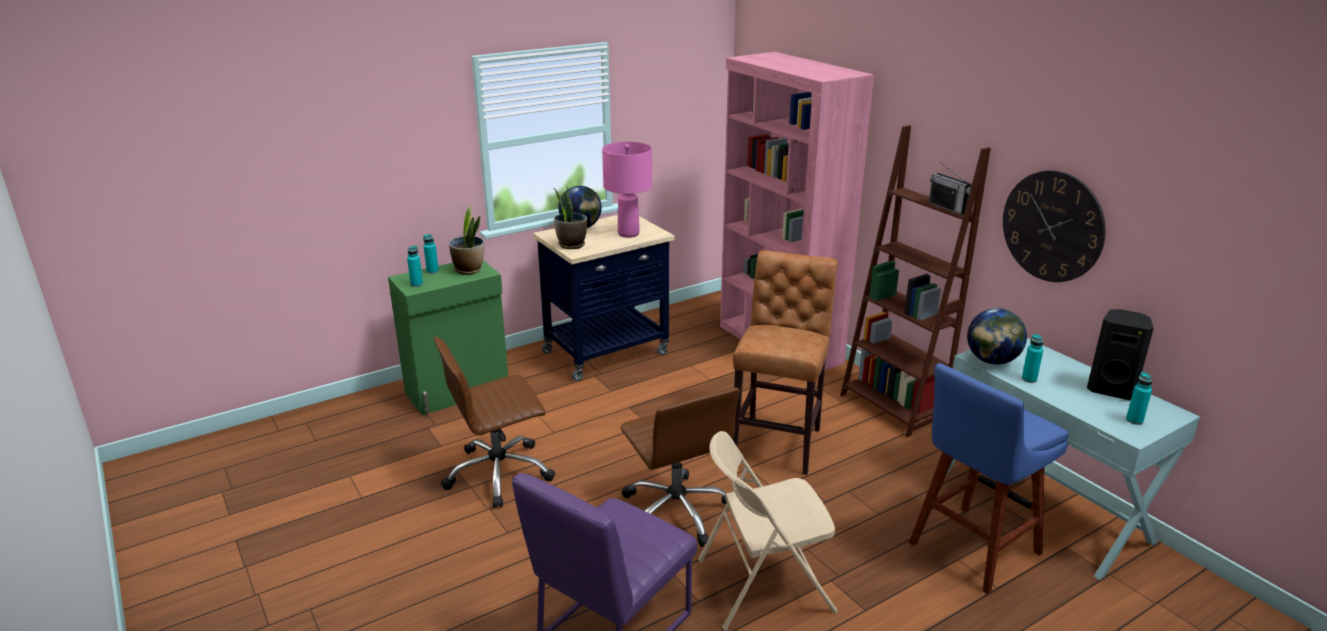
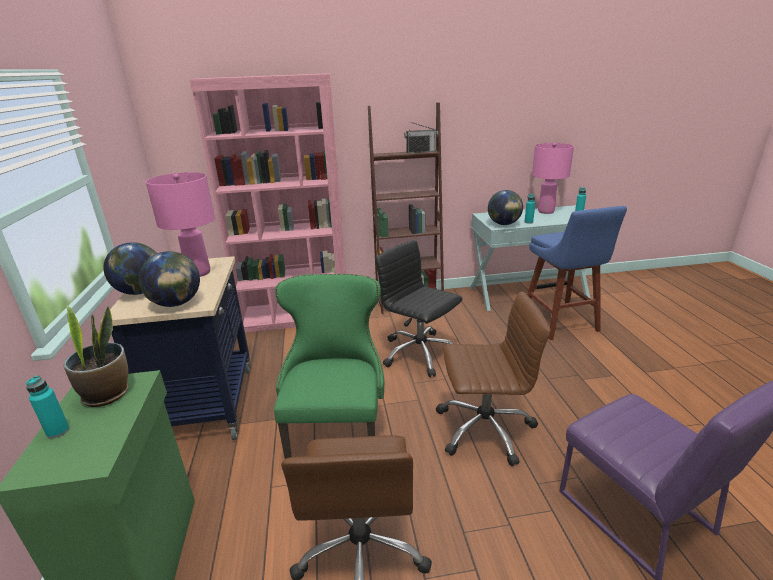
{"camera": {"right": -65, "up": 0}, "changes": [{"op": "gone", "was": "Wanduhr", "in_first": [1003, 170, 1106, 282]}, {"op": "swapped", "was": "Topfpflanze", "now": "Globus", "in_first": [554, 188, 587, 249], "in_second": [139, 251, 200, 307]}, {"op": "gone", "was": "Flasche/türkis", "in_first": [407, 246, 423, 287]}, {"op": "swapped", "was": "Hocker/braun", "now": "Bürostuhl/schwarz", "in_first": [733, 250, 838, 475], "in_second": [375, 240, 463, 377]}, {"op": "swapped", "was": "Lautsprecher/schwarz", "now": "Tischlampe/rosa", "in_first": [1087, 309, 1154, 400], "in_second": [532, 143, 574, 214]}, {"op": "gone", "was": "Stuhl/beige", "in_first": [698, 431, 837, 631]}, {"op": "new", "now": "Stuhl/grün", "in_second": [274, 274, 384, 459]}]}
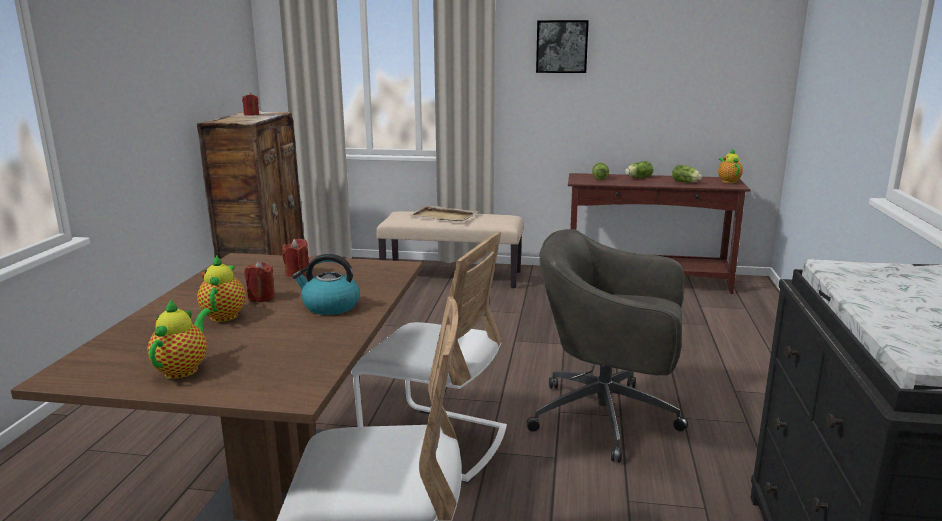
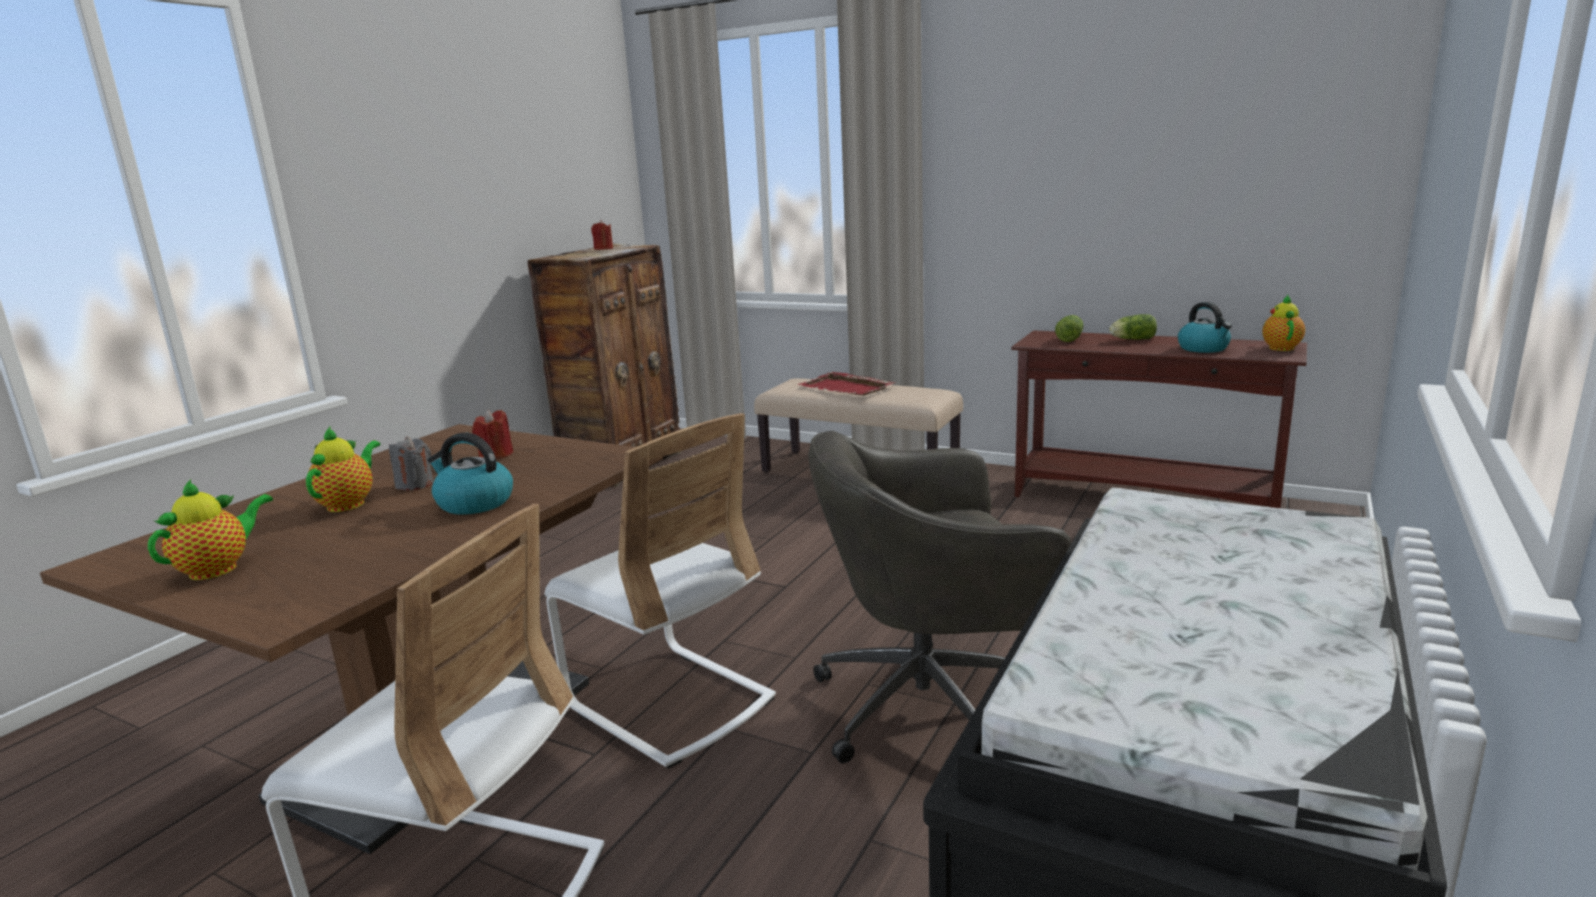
{"camera": {"right": 20, "up": 0}, "changes": [{"op": "gone", "was": "Bild", "in_first": [536, 20, 589, 73]}, {"op": "swapped", "was": "Salatkopf", "now": "Wasserkessel", "in_first": [672, 165, 702, 183], "in_second": [1178, 302, 1232, 353]}, {"op": "repainted", "was": "Tablett/beige", "now": "Tablett/rot", "in_first": [407, 206, 479, 221], "in_second": [797, 372, 896, 395]}, {"op": "rotated", "was": "Bürostuhl/grau", "in_first": [527, 229, 688, 463], "in_second": [808, 431, 1071, 764], "clockwise": -45}, {"op": "repainted", "was": "Kerze/rot", "now": "Kerze/grau", "in_first": [244, 261, 275, 302], "in_second": [389, 437, 433, 490]}]}
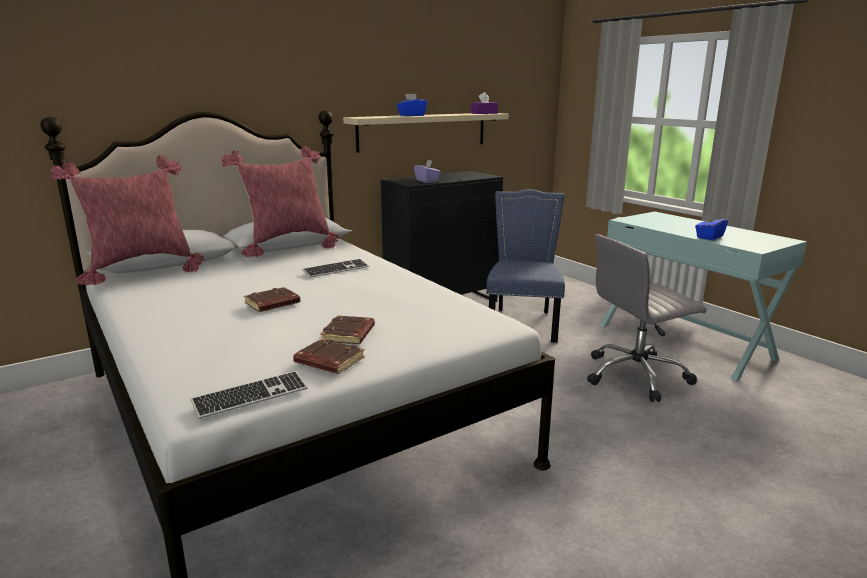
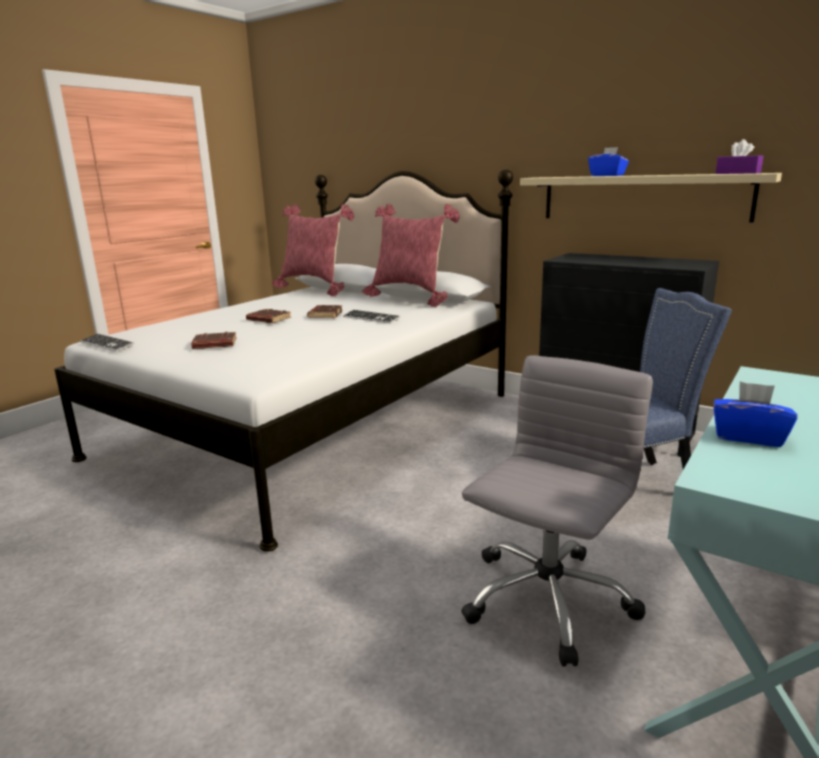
{"camera": {"right": 70, "up": 0}, "changes": [{"op": "gone", "was": "Taschentuchbox/lila", "in_first": [414, 159, 441, 183]}, {"op": "rotated", "was": "Bürostuhl/grau", "in_first": [587, 234, 707, 402], "in_second": [461, 355, 653, 667], "clockwise": 75}, {"op": "shifted", "was": "Buch/braun", "in_first": [293, 339, 365, 374], "in_second": [307, 305, 343, 318]}]}
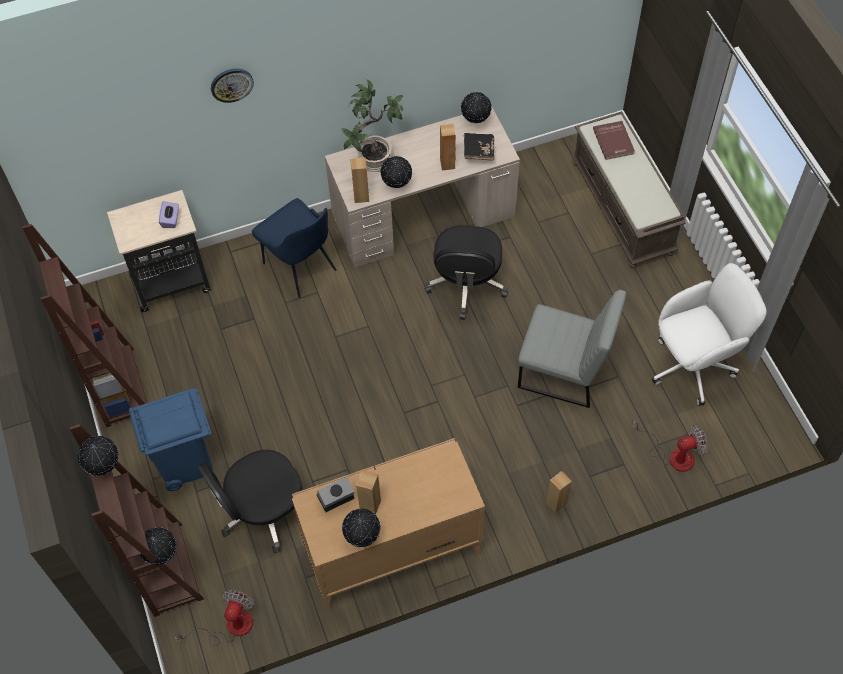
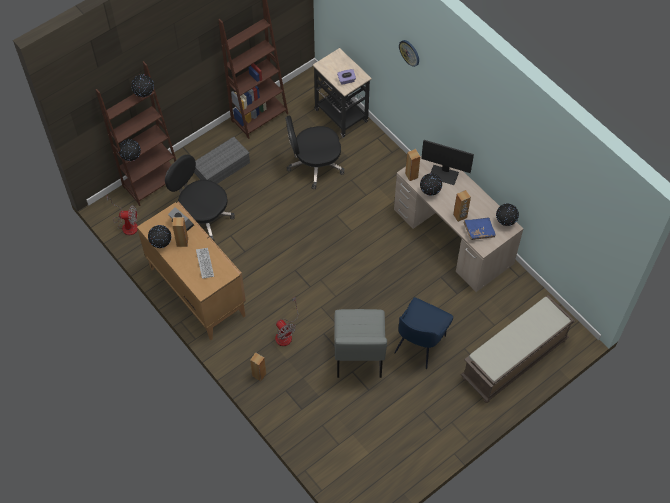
{"camera": {"right": 70, "up": 0}, "changes": [{"op": "swapped", "was": "Topfpflanze", "now": "Monitor", "in_first": [342, 79, 403, 172], "in_second": [421, 140, 474, 185]}, {"op": "gone", "was": "Buch/rot", "in_first": [593, 121, 635, 160]}, {"op": "repainted", "was": "Buch/schwarz", "now": "Buch/blau", "in_first": [464, 133, 494, 161], "in_second": [463, 217, 496, 240]}, {"op": "shifted", "was": "Stuhl/blau", "in_first": [252, 198, 336, 298], "in_second": [394, 297, 453, 369]}, {"op": "shifted", "was": "Bürostuhl/schwarz", "in_first": [424, 225, 508, 320], "in_second": [285, 115, 344, 189]}, {"op": "gone", "was": "Bürostuhl/weiß", "in_first": [652, 263, 767, 406]}, {"op": "swapped", "was": "Mülleimer/blau", "now": "Aufbewahrungsbox/grau", "in_first": [129, 388, 213, 491], "in_second": [194, 137, 250, 184]}, {"op": "shifted", "was": "Ventilator", "in_first": [632, 418, 708, 472], "in_second": [275, 297, 298, 346]}, {"op": "new", "now": "Tastatur", "in_second": [196, 248, 214, 279]}]}
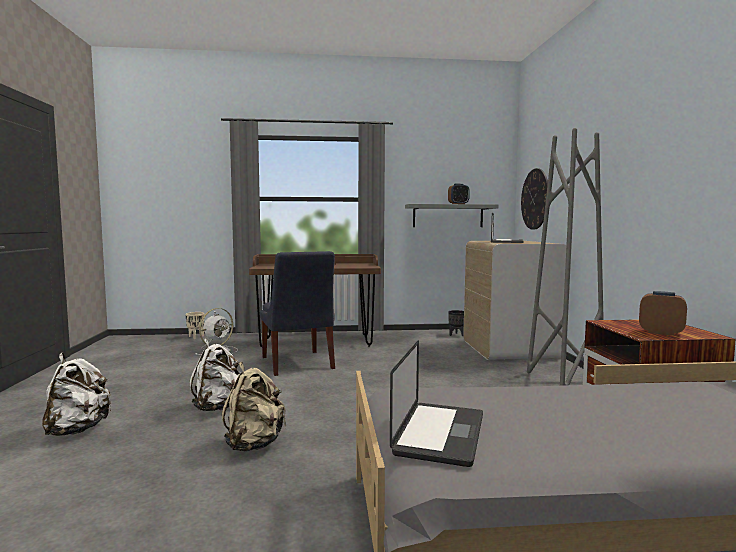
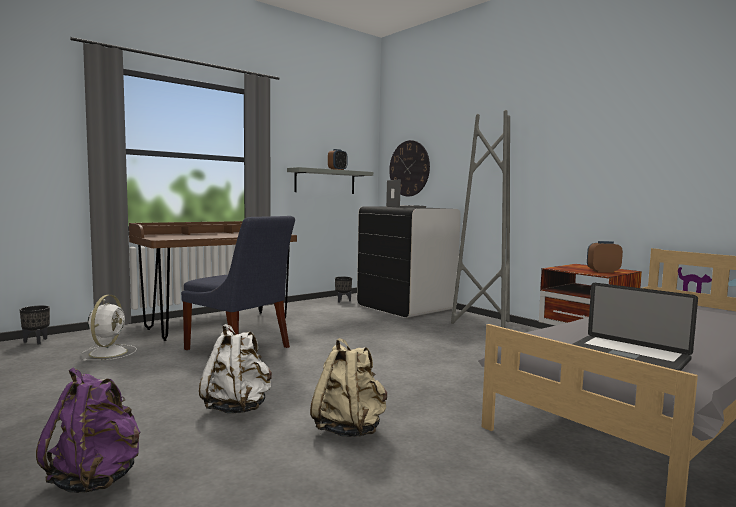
{"camera": {"right": -35, "up": 0}, "changes": [{"op": "repainted", "was": "Kommode/beige", "now": "Kommode/schwarz", "in_first": [463, 241, 566, 360], "in_second": [357, 206, 461, 318]}, {"op": "repainted", "was": "Pflanzkübel/beige", "now": "Pflanzkübel/schwarz", "in_first": [185, 312, 204, 339], "in_second": [20, 305, 50, 344]}, {"op": "rotated", "was": "Laptop", "in_first": [390, 340, 483, 467], "in_second": [572, 283, 698, 371], "clockwise": 150}, {"op": "repainted", "was": "Rucksack/weiß", "now": "Rucksack/lila", "in_first": [42, 353, 112, 436], "in_second": [36, 367, 141, 493]}]}
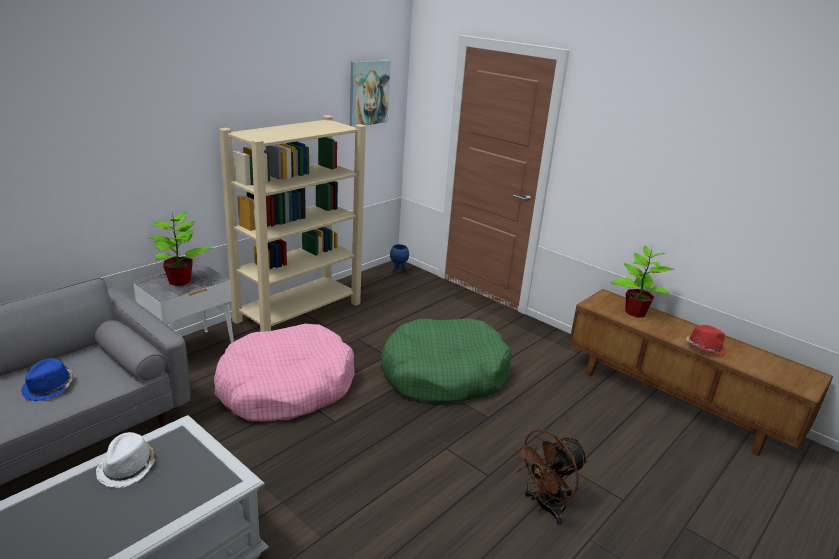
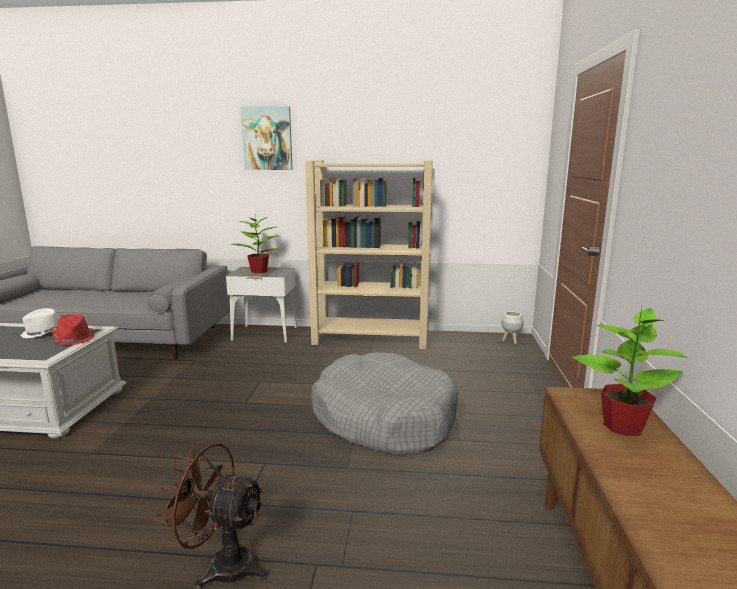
{"camera": {"right": 55, "up": -10}, "changes": [{"op": "shifted", "was": "Bild", "in_first": [350, 60, 391, 127], "in_second": [241, 106, 293, 170]}, {"op": "repainted", "was": "Pflanzkübel/blau", "now": "Pflanzkübel/weiß", "in_first": [390, 244, 409, 273], "in_second": [501, 311, 524, 344]}, {"op": "repainted", "was": "Hundebett/grün", "now": "Hundebett/grau", "in_first": [380, 318, 512, 404], "in_second": [311, 352, 459, 456]}, {"op": "gone", "was": "Hundebett/rosa", "in_first": [214, 324, 355, 421]}, {"op": "shifted", "was": "Hut/rot", "in_first": [686, 325, 726, 355], "in_second": [52, 314, 94, 345]}, {"op": "gone", "was": "Hut/blau", "in_first": [21, 358, 73, 402]}]}
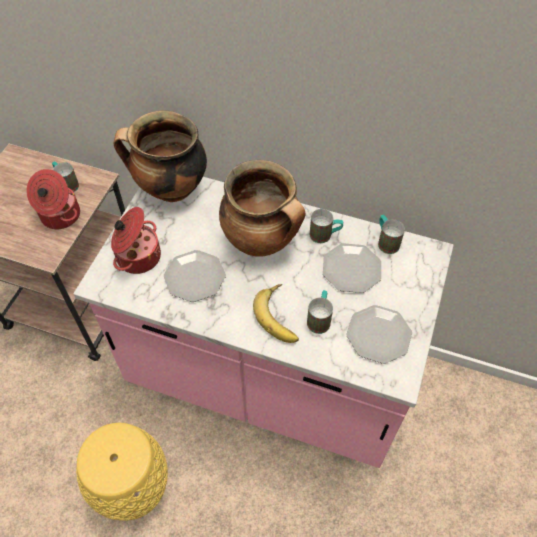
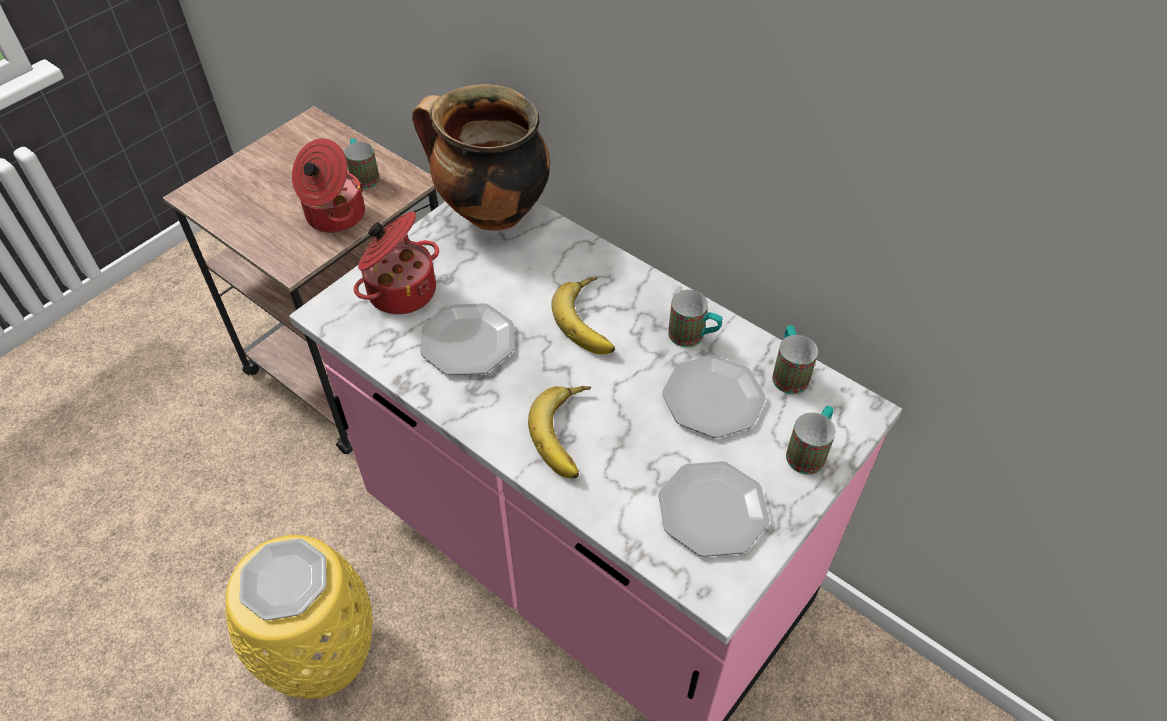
{"camera": {"right": 20, "up": -5}, "changes": [{"op": "swapped", "was": "Kochtopf", "now": "Banane", "in_first": [219, 160, 306, 257], "in_second": [551, 277, 615, 354]}, {"op": "shifted", "was": "Henkelbecher", "in_first": [307, 290, 333, 334], "in_second": [786, 406, 836, 475]}, {"op": "new", "now": "Teller", "in_second": [239, 539, 327, 621]}]}
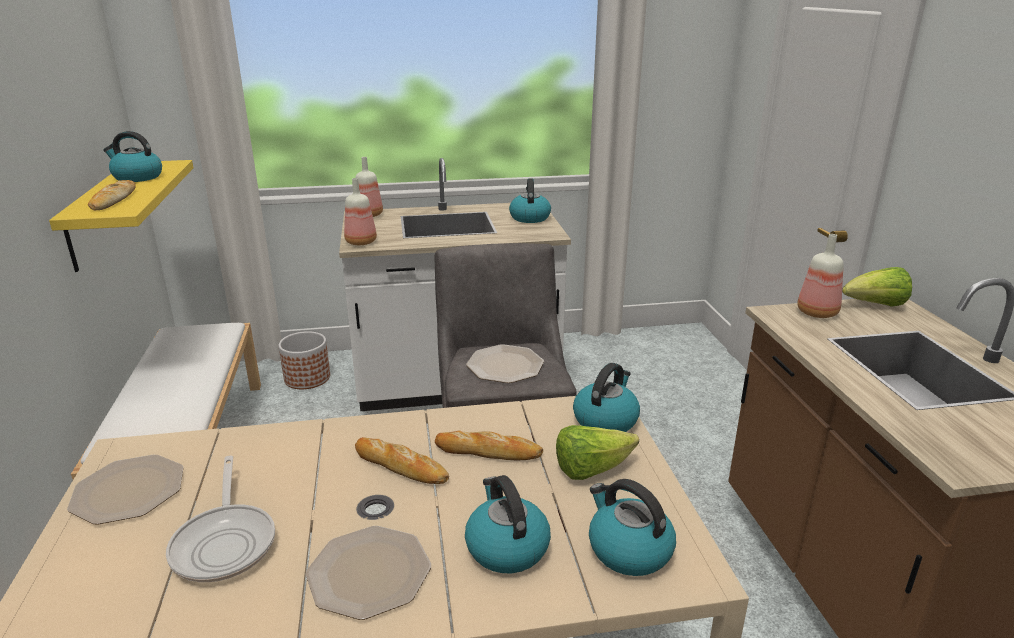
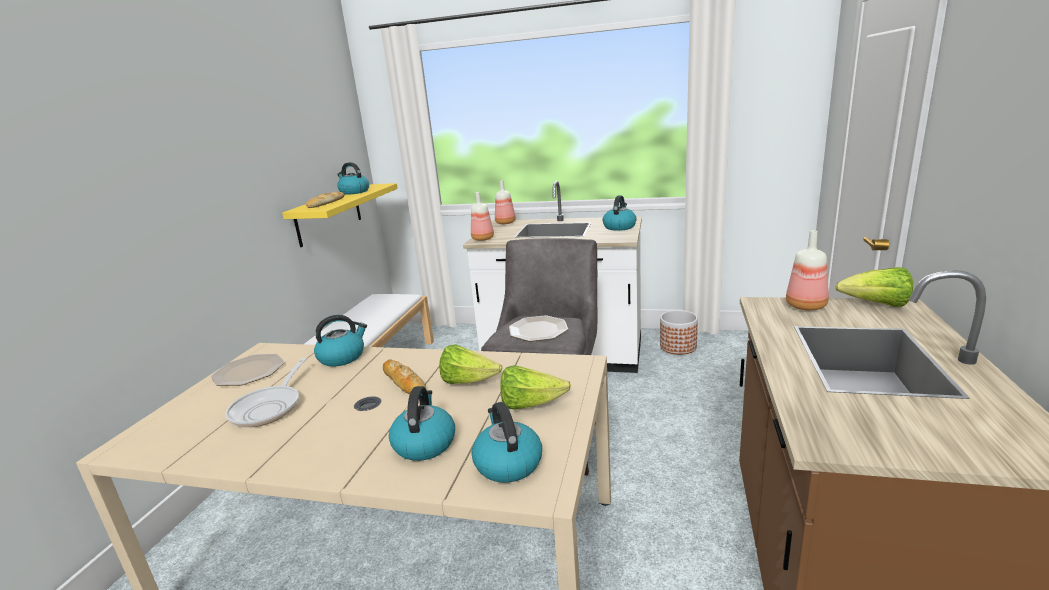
{"camera": {"right": 25, "up": -5}, "changes": [{"op": "shifted", "was": "Pflanzkübel", "in_first": [279, 331, 330, 389], "in_second": [660, 310, 698, 355]}, {"op": "shifted", "was": "Wasserkessel", "in_first": [573, 363, 640, 432], "in_second": [314, 315, 367, 367]}, {"op": "swapped", "was": "Brot", "now": "Salatkopf", "in_first": [435, 430, 543, 461], "in_second": [439, 344, 502, 384]}, {"op": "gone", "was": "Teller", "in_first": [306, 526, 431, 620]}]}
